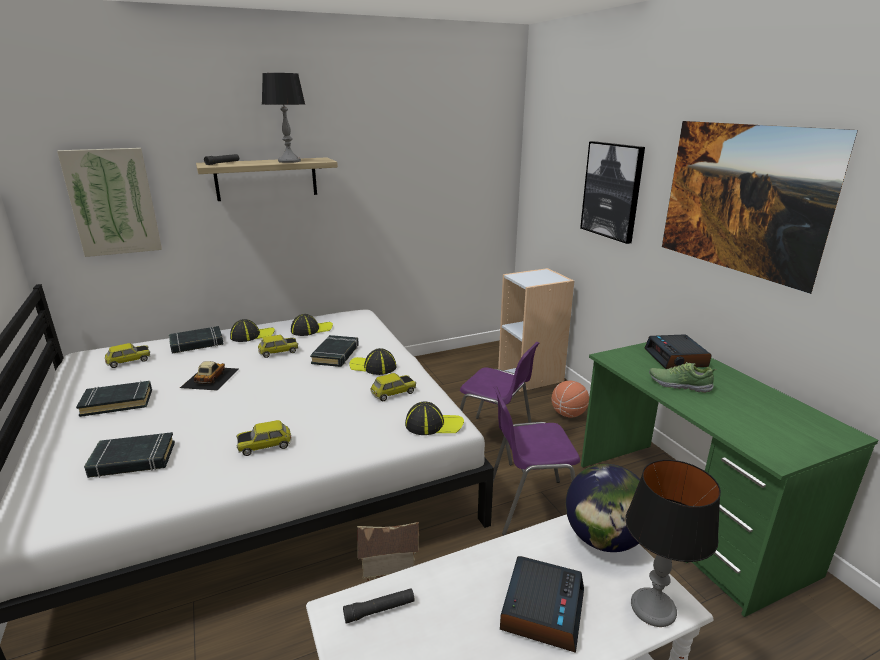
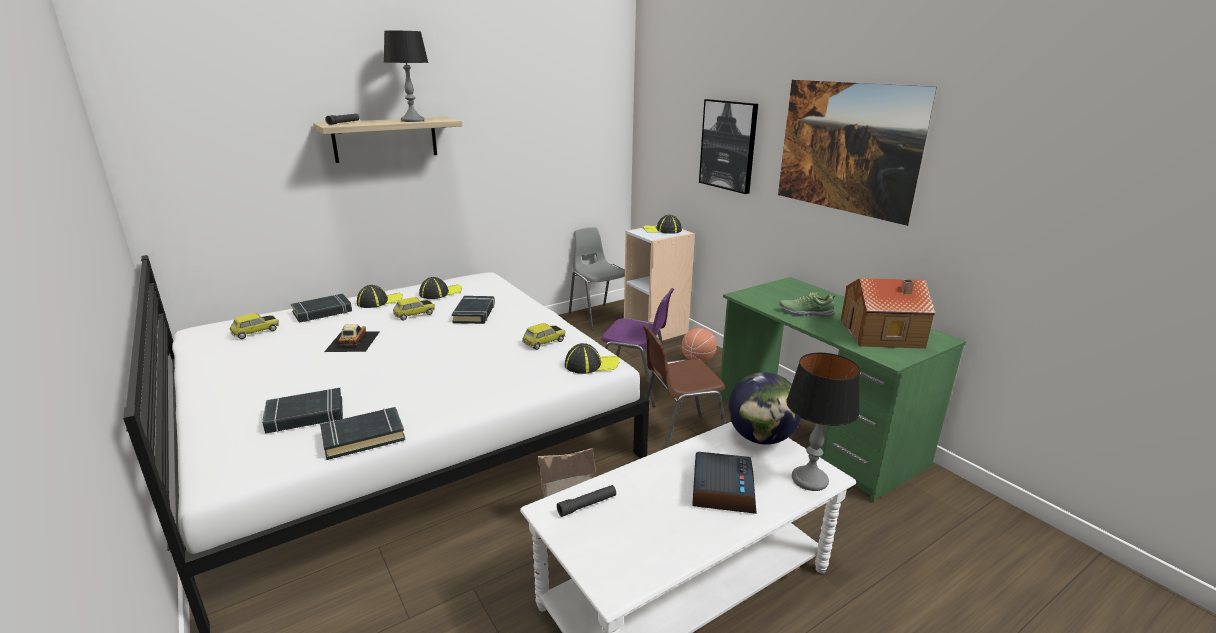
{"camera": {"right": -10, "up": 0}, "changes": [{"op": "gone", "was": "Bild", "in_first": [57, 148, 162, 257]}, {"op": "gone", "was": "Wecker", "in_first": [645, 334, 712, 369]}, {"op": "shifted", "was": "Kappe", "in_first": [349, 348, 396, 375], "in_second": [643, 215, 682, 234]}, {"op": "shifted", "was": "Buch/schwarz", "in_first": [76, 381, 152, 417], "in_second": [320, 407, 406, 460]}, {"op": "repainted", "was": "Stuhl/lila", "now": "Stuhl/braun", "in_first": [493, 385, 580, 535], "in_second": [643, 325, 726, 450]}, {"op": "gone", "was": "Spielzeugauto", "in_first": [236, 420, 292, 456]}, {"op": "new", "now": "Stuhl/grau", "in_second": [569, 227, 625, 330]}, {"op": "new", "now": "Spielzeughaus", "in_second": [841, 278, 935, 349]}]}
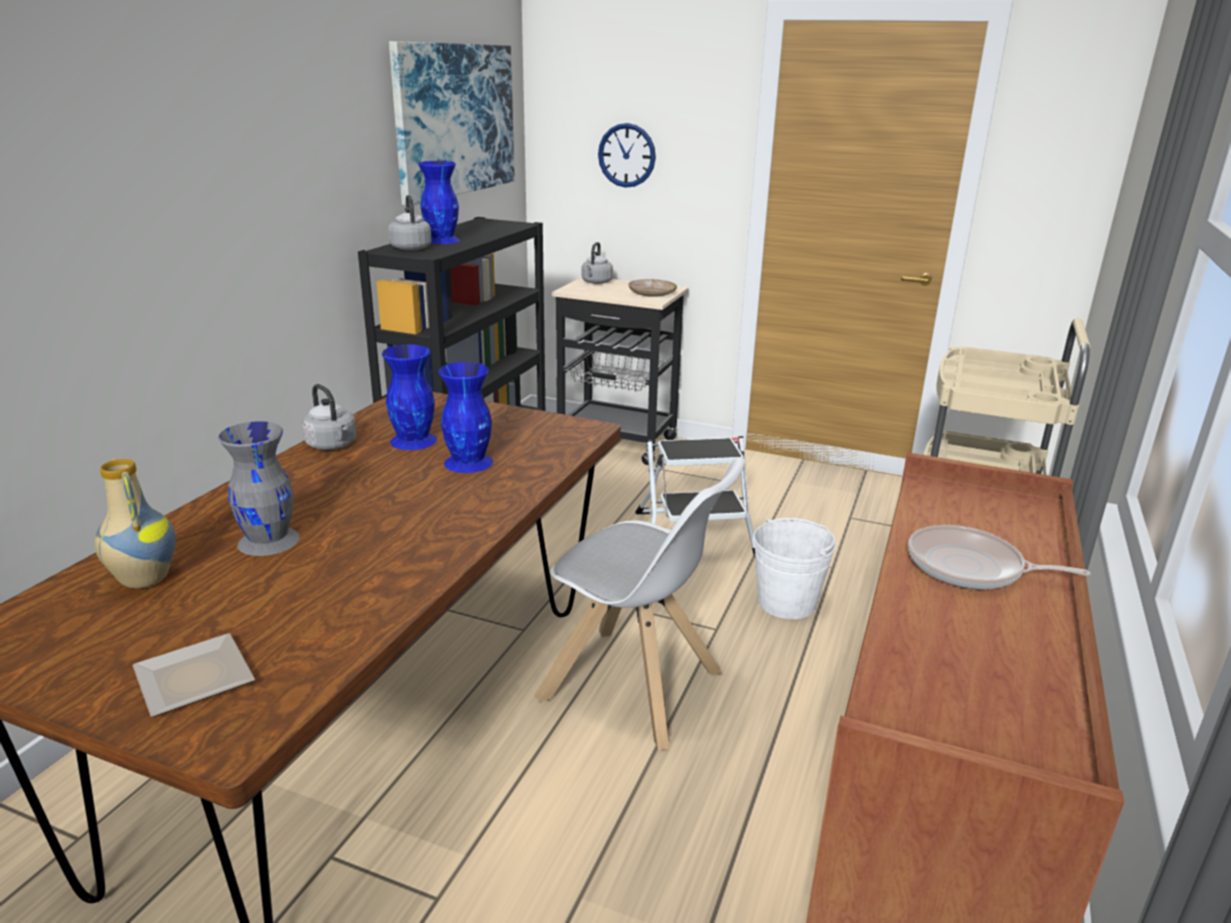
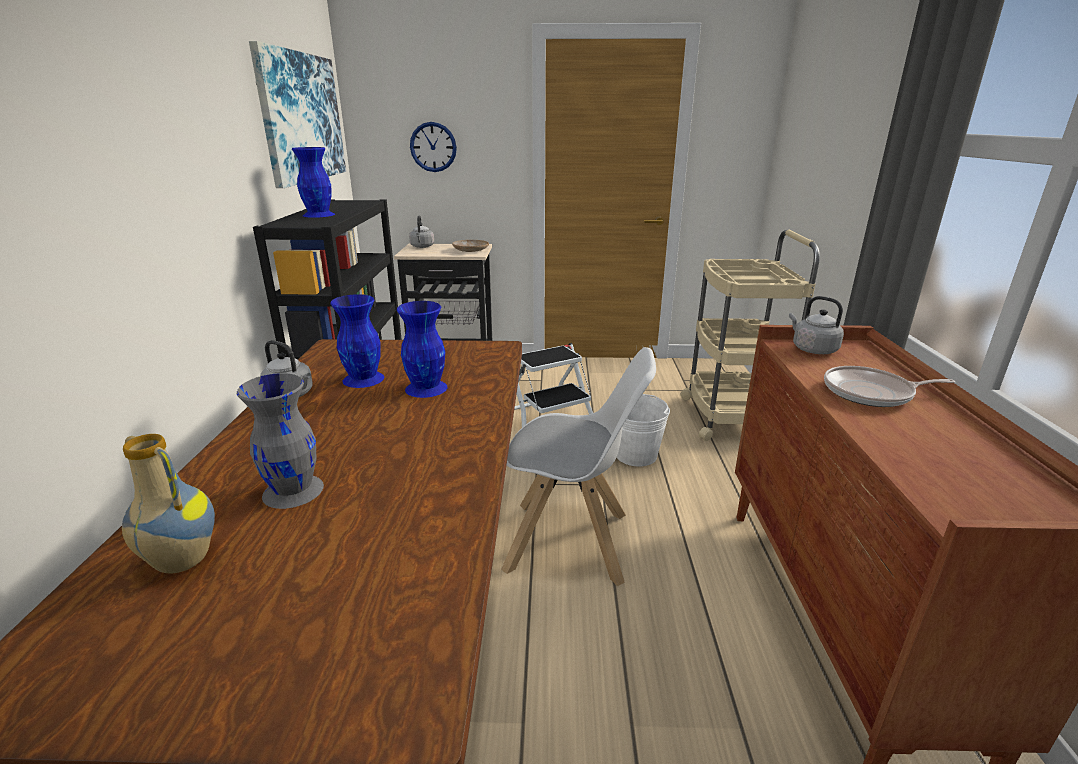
{"camera": {"right": -20, "up": 0}, "changes": [{"op": "shifted", "was": "Wasserkessel/grau", "in_first": [388, 195, 431, 251], "in_second": [789, 296, 844, 354]}, {"op": "gone", "was": "Teller", "in_first": [132, 633, 255, 717]}]}
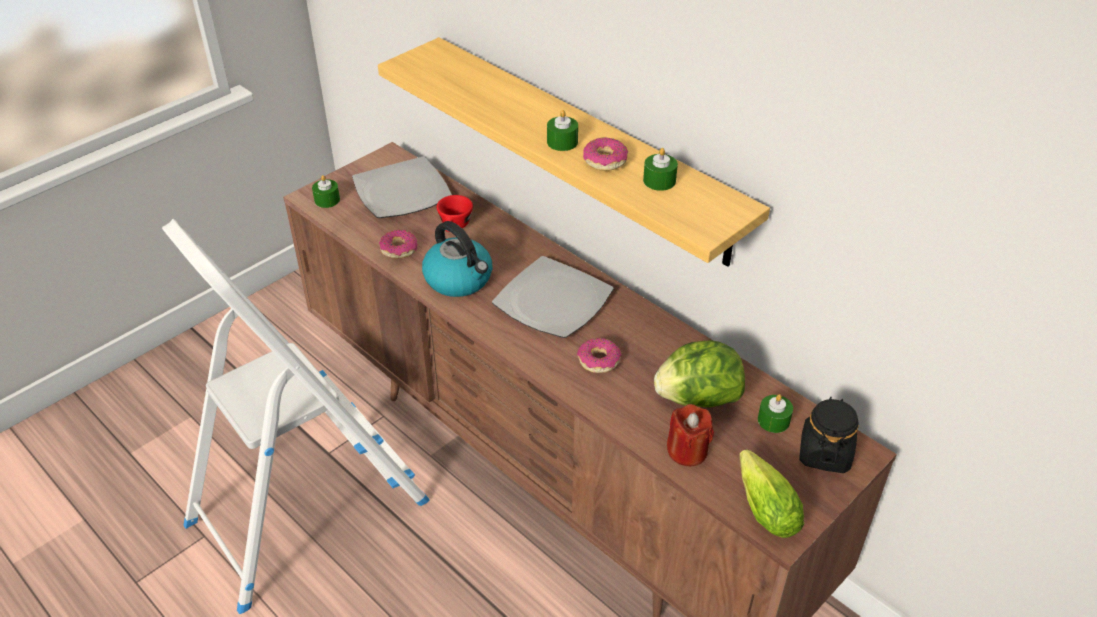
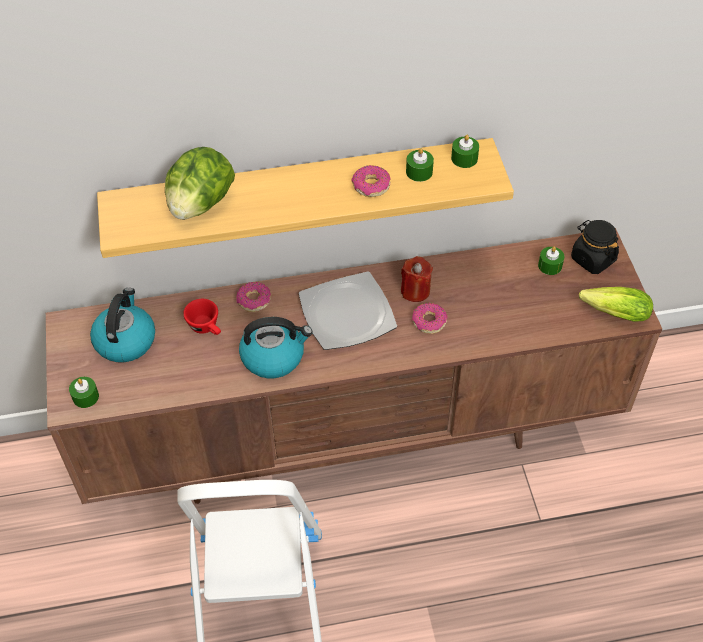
{"camera": {"right": -55, "up": 10}, "changes": [{"op": "shifted", "was": "Kerze/grün", "in_first": [547, 110, 578, 151], "in_second": [451, 135, 479, 168]}, {"op": "swapped", "was": "Teller", "now": "Wasserkessel", "in_first": [352, 157, 452, 218], "in_second": [90, 288, 155, 362]}, {"op": "shifted", "was": "Donut", "in_first": [379, 230, 417, 259], "in_second": [236, 282, 271, 312]}, {"op": "shifted", "was": "Salatkopf", "in_first": [654, 340, 745, 408], "in_second": [165, 147, 235, 220]}, {"op": "shifted", "was": "Kerze/rot", "in_first": [667, 404, 714, 466], "in_second": [401, 256, 433, 302]}]}
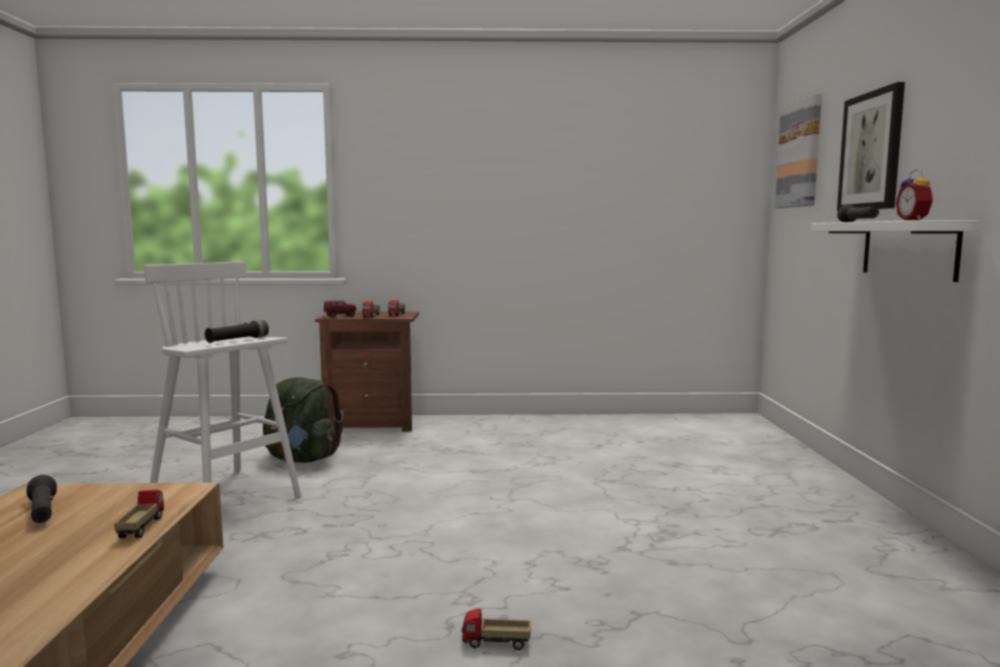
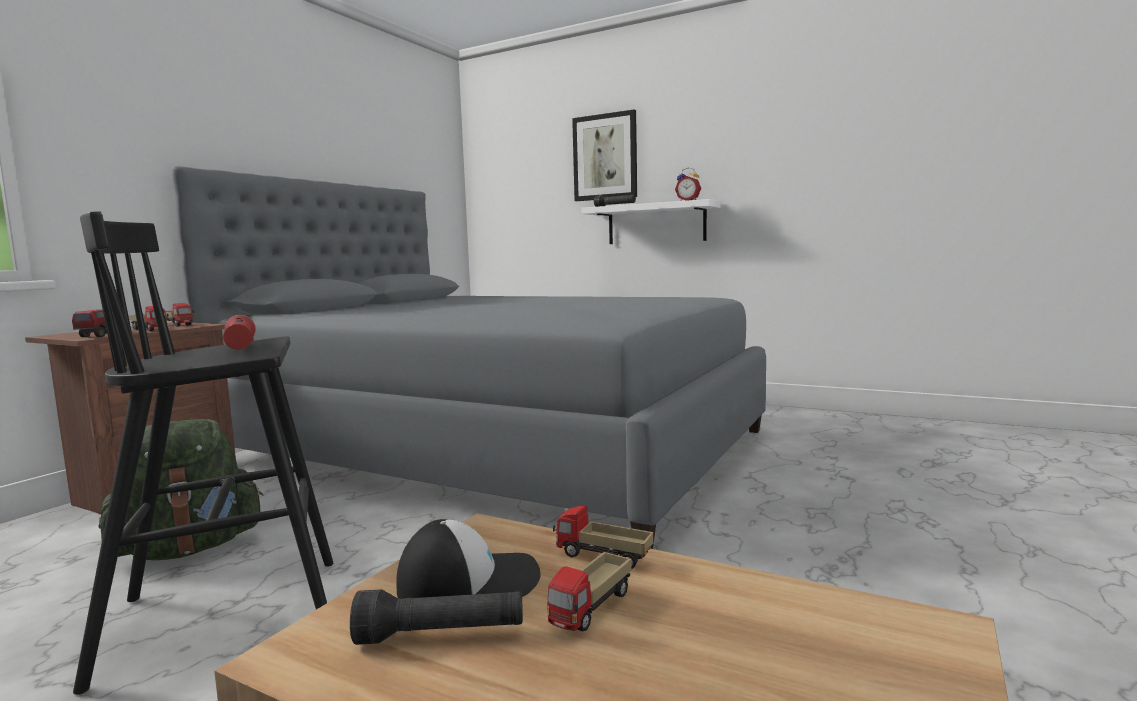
{"camera": {"right": -60, "up": 0}, "changes": [{"op": "gone", "was": "Bild", "in_first": [775, 94, 822, 208]}, {"op": "repainted", "was": "Hocker/weiß", "now": "Hocker/schwarz", "in_first": [144, 261, 301, 498], "in_second": [73, 211, 334, 695]}, {"op": "repainted", "was": "Taschenlampe/schwarz", "now": "Taschenlampe/rot", "in_first": [205, 320, 269, 343], "in_second": [223, 315, 255, 350]}, {"op": "shifted", "was": "Spielzeuglaster", "in_first": [462, 608, 531, 650], "in_second": [547, 552, 632, 631]}, {"op": "new", "now": "Bett/grau", "in_second": [172, 166, 766, 549]}, {"op": "new", "now": "Kappe", "in_second": [396, 519, 541, 599]}]}
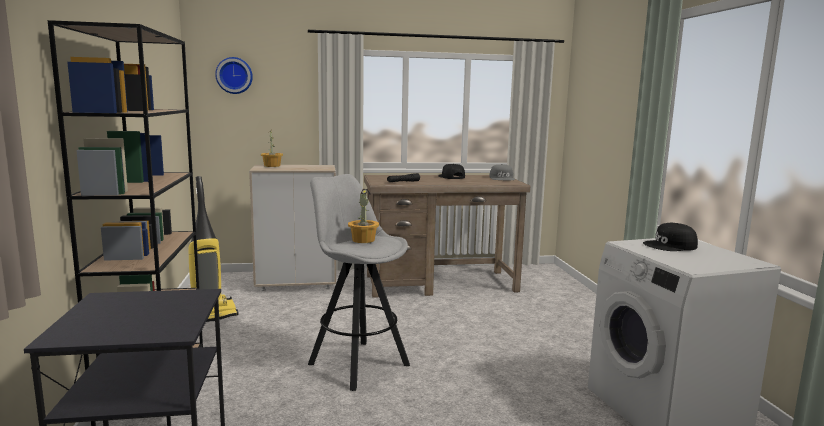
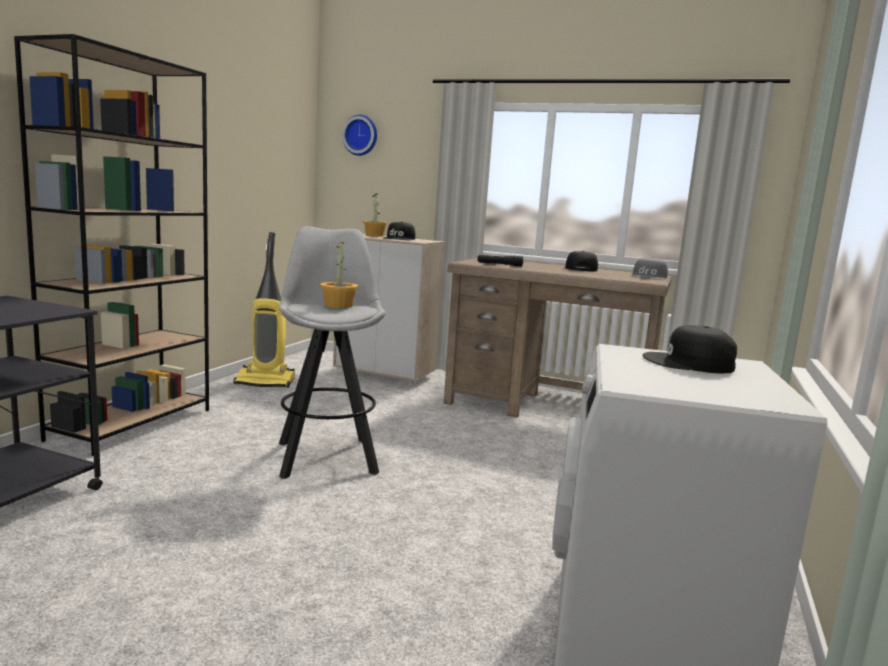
{"camera": {"right": 30, "up": 0}, "changes": [{"op": "new", "now": "Kappe/schwarz", "in_second": [384, 222, 416, 240]}]}
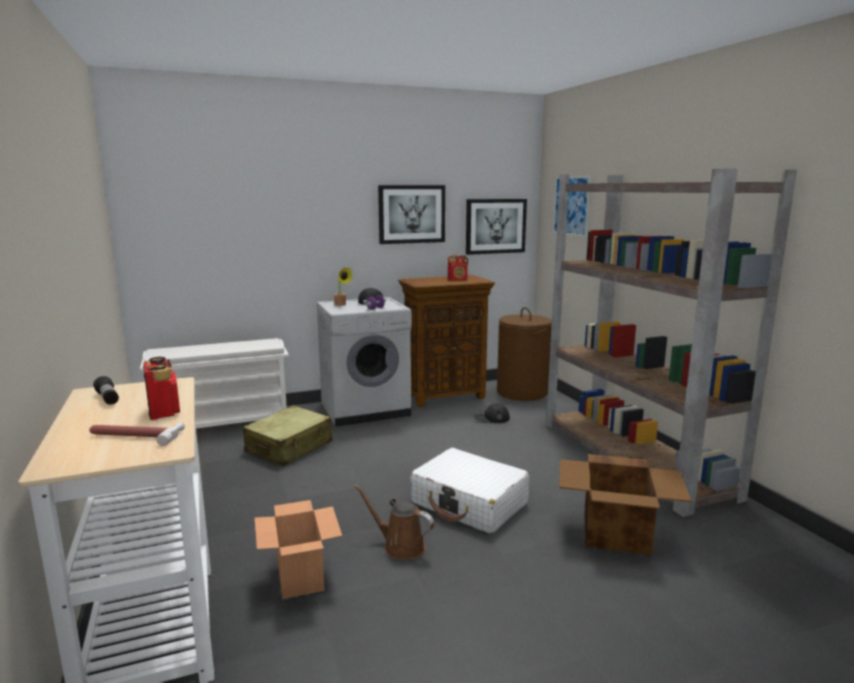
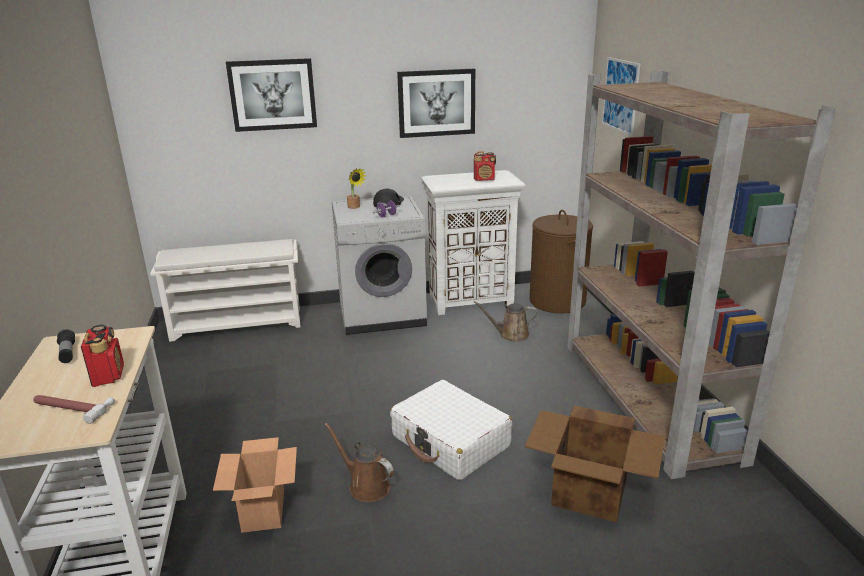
{"camera": {"right": 10, "up": 10}, "changes": [{"op": "shifted", "was": "Bild", "in_first": [466, 199, 527, 255], "in_second": [226, 58, 317, 132]}, {"op": "repainted", "was": "Schrank/braun", "now": "Schrank/weiß", "in_first": [398, 275, 495, 407], "in_second": [421, 170, 526, 315]}, {"op": "swapped", "was": "Kappe/schwarz", "now": "Gießkanne/braun", "in_first": [473, 403, 510, 423], "in_second": [474, 301, 538, 342]}, {"op": "gone", "was": "Koffer/beige", "in_first": [243, 405, 332, 466]}]}
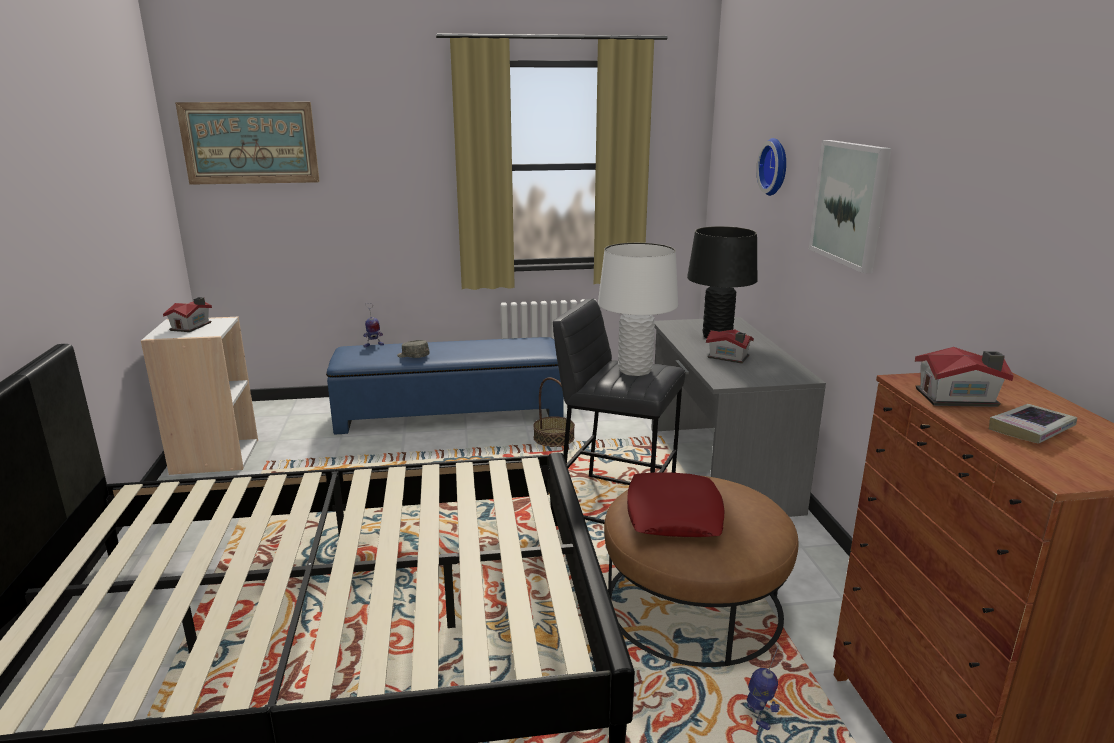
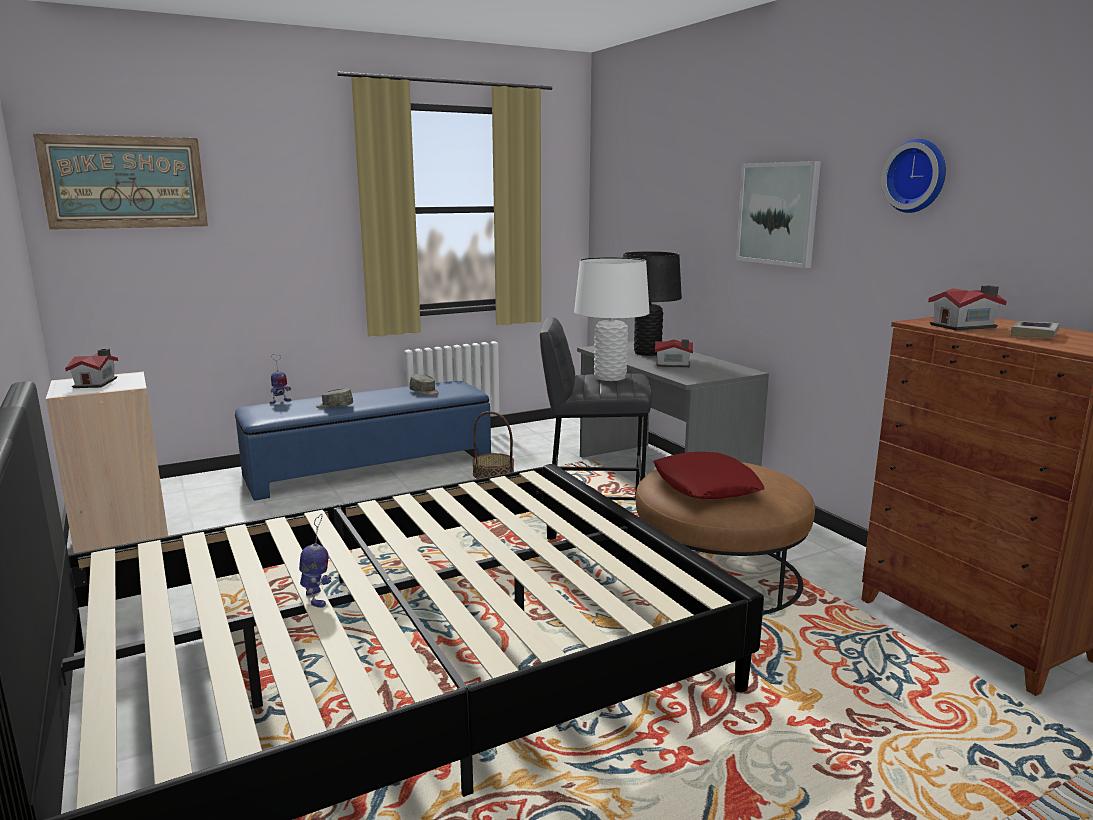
{"camera": {"right": -20, "up": -5}, "changes": [{"op": "shifted", "was": "Wanduhr", "in_first": [757, 138, 786, 196], "in_second": [882, 139, 946, 213]}, {"op": "shifted", "was": "Spielzeugroboter", "in_first": [747, 646, 780, 730], "in_second": [299, 514, 331, 608]}, {"op": "new", "now": "Kappe/grau", "in_second": [409, 374, 439, 396]}]}
